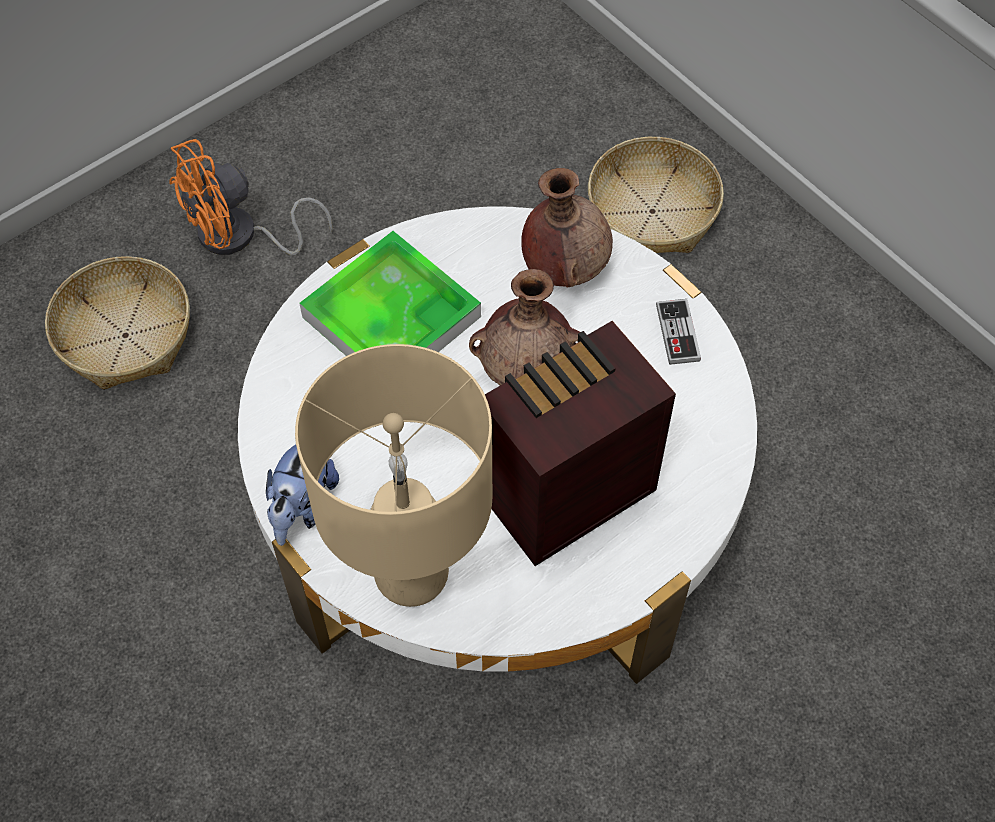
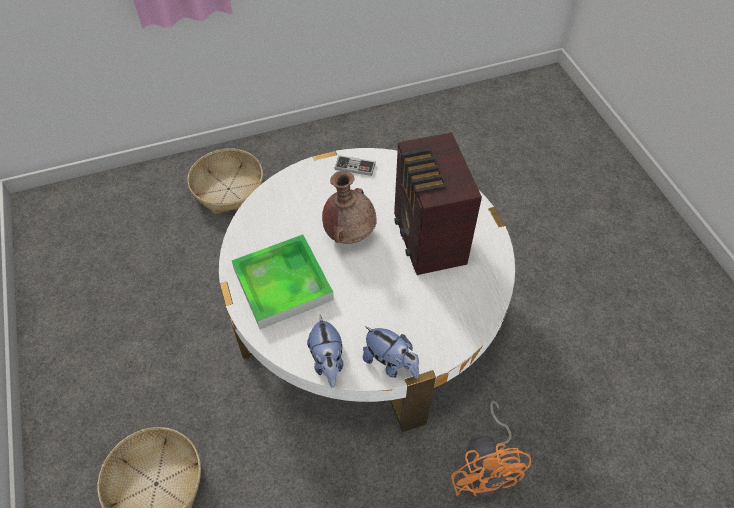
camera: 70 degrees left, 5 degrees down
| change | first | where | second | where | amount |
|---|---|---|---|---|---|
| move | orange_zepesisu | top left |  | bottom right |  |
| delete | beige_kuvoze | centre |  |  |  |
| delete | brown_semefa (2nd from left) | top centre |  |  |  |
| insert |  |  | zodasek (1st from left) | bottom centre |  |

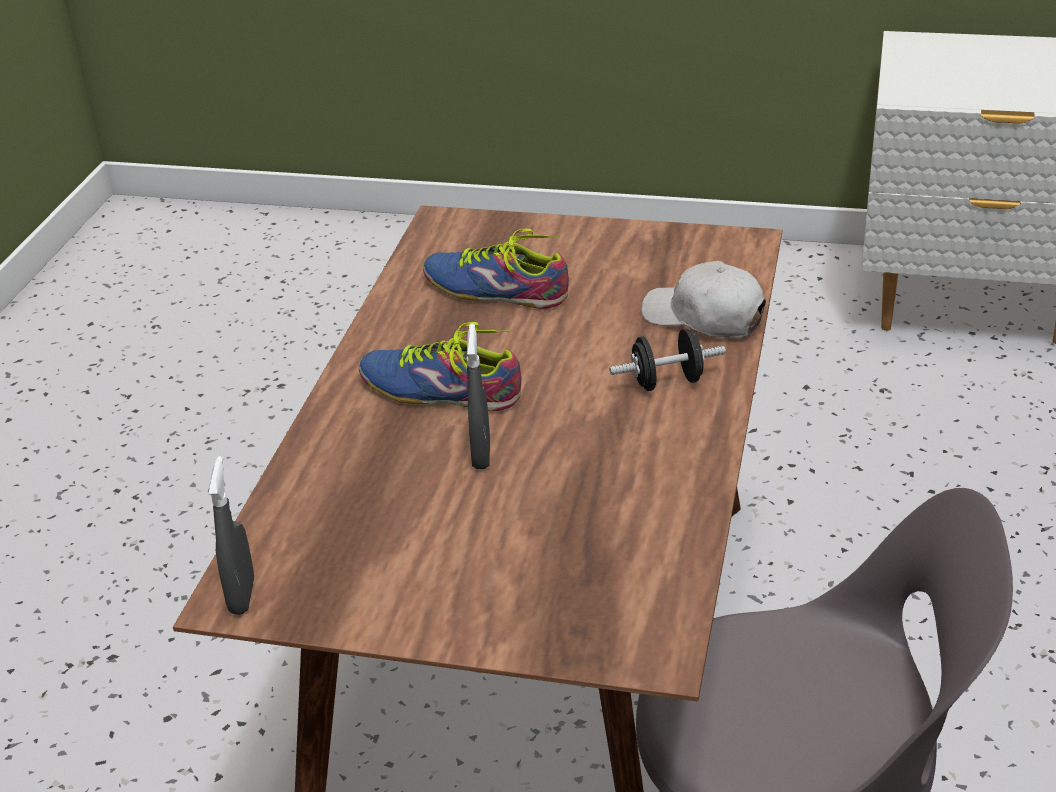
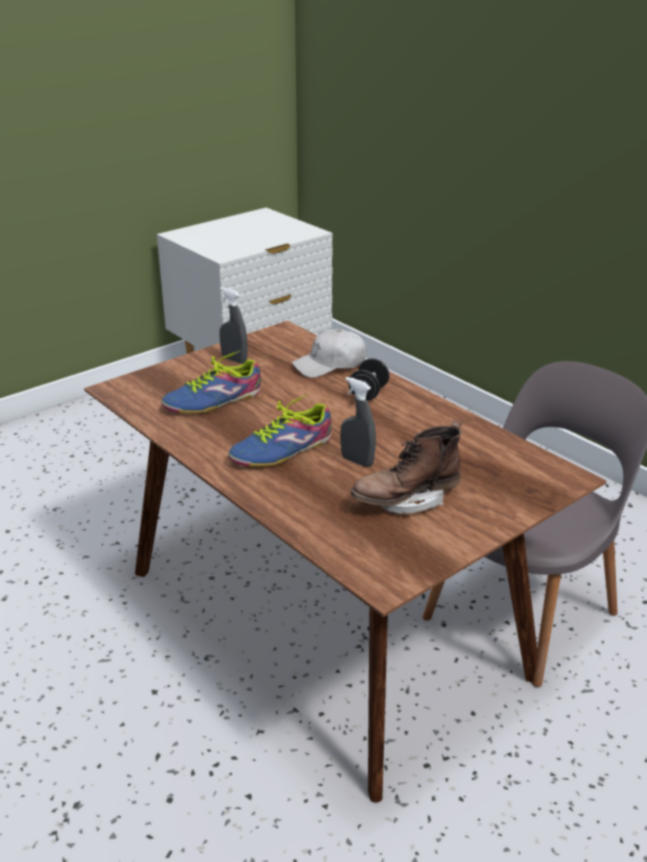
camera: 55 degrees left, 5 degrees down
| change | first | where | second | where | amount |
|---|---|---|---|---|---|
| move | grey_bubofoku (1st from left) | bottom left |  | centre |  |
| insert |  |  | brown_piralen | centre |  |

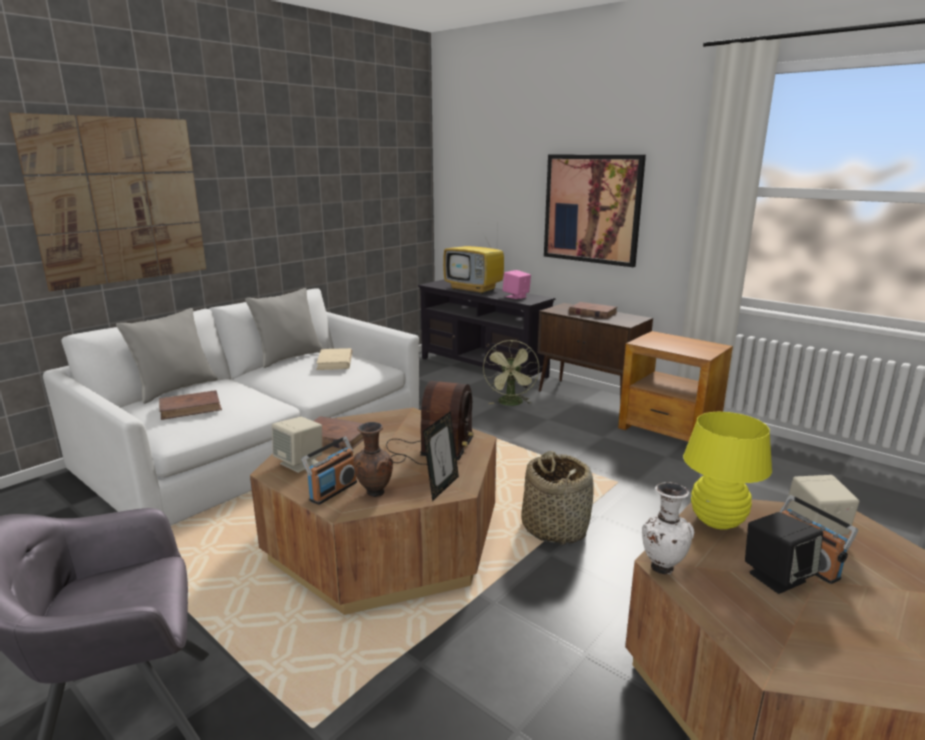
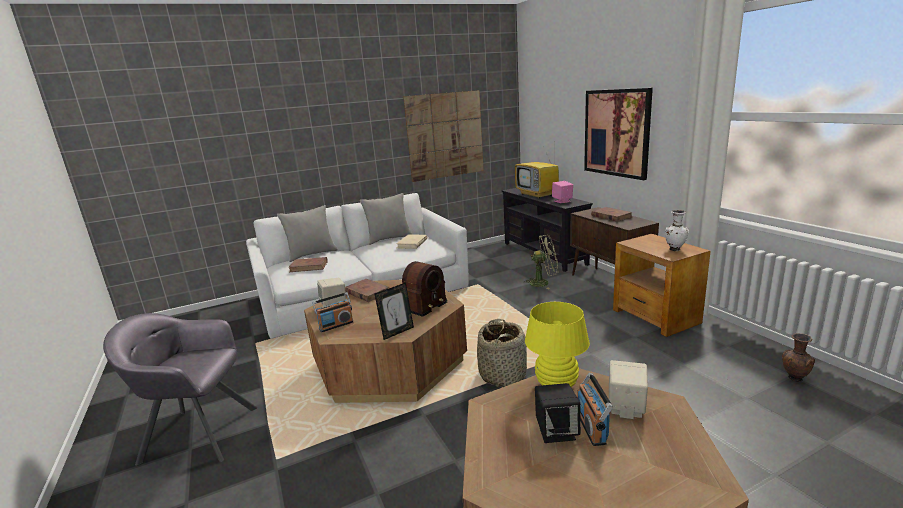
camera: 25 degrees right, 0 degrees up
| change | first | where | second | where | amount |
|---|---|---|---|---|---|
| move | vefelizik (1st from left) | top left |  | top centre |  |
| move | brown_semefa | centre |  | bottom right |  |
| rotate | green_zepesisu | centre |  | centre | 120 degrees counterclockwise |
| move | white_semefa | bottom right |  | middle right |  |

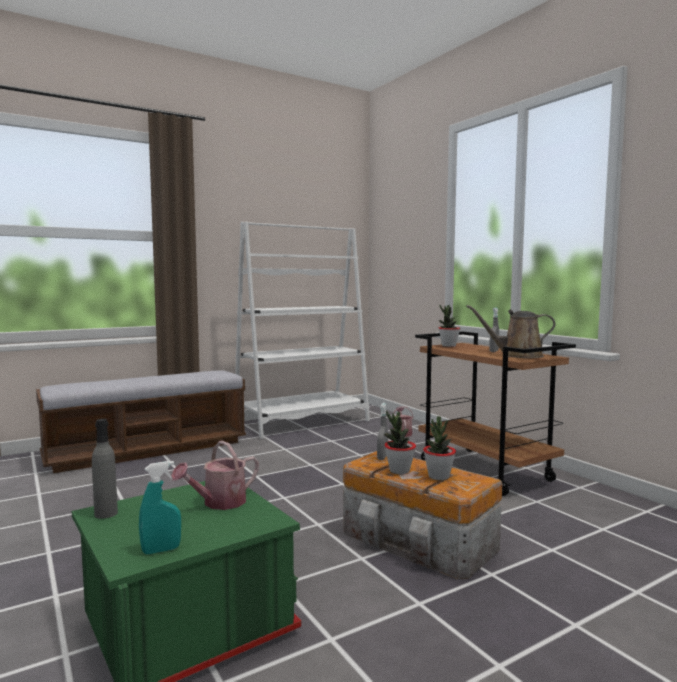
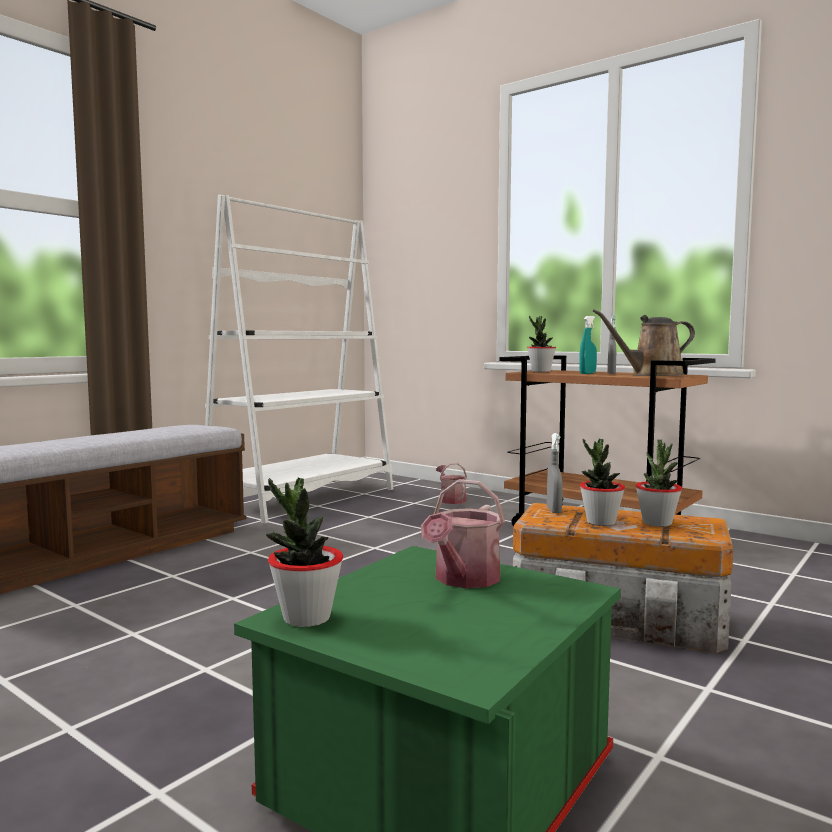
camera: 20 degrees left, 0 degrees up
| change | first | where | second | where | amount |
|---|---|---|---|---|---|
| replace | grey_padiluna | bottom left | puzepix (1st from left) | centre |  |
| move | turquoise_bubofoku | bottom left |  | middle right |  |

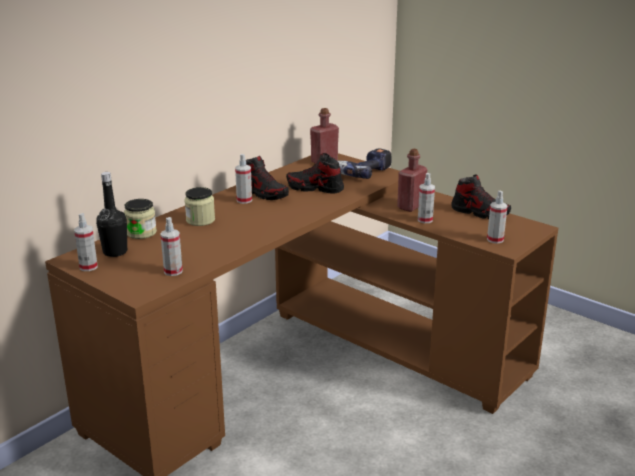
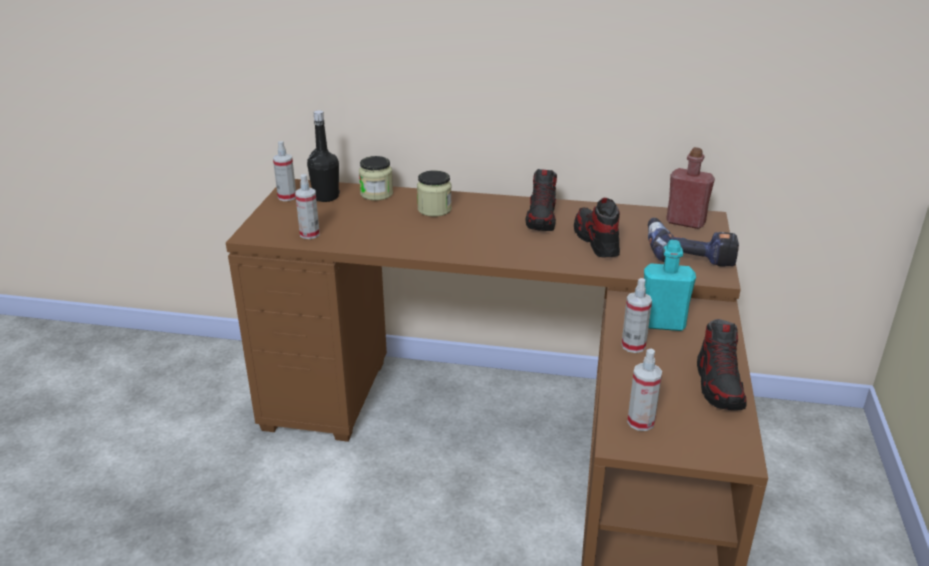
camera: 60 degrees right, 5 degrees up
| change | first | where | second | where | amount |
|---|---|---|---|---|---|
| delete | bubofoku (3rd from left) | centre |  |  |  |
| recolor | red_padiluna (2nd from left) | centre | turquoise_padiluna | middle right |  |

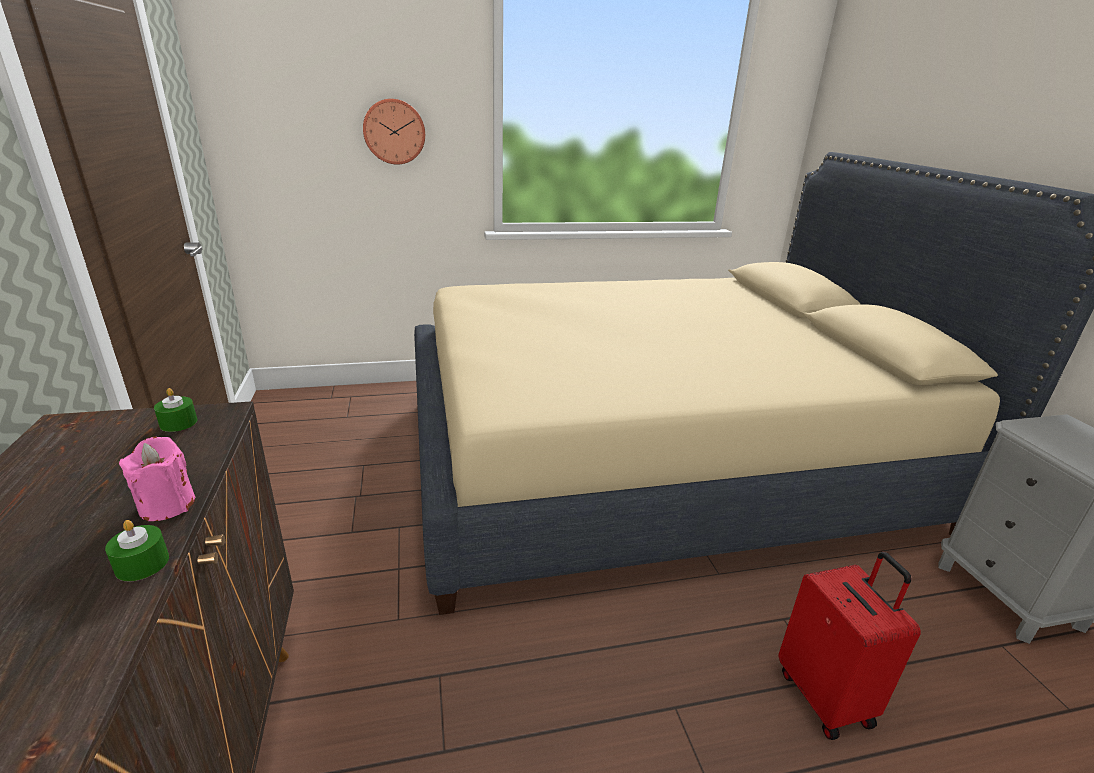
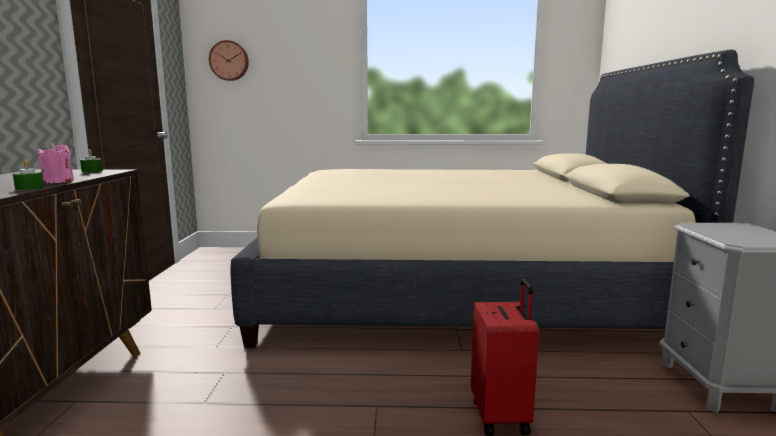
camera: 15 degrees right, 15 degrees down
| change | first | where | second | where | amount |
|---|---|---|---|---|---|
| move | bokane | top centre |  | top left |  |

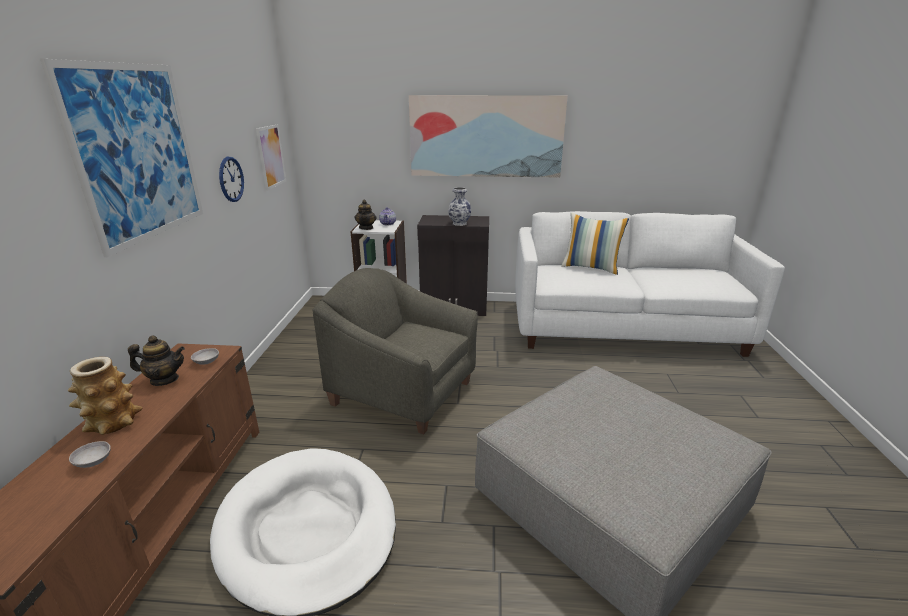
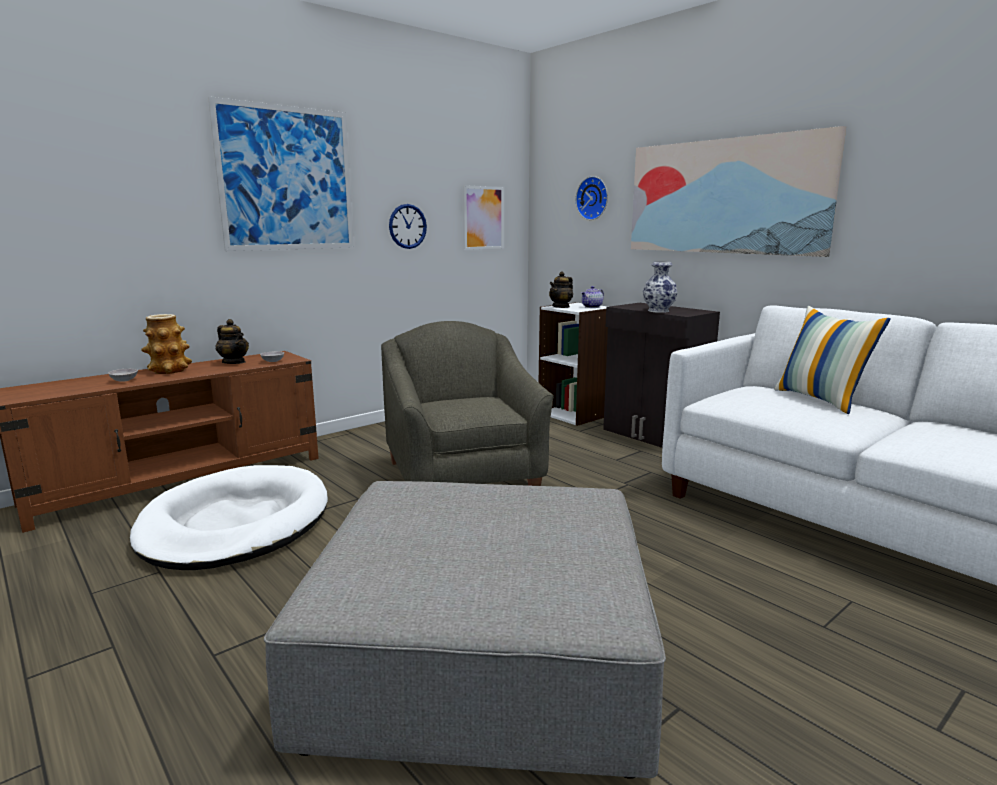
camera: 45 degrees right, 10 degrees down
| change | first | where | second | where | amount |
|---|---|---|---|---|---|
| insert |  |  | bokane (2nd from left) | top centre |  |

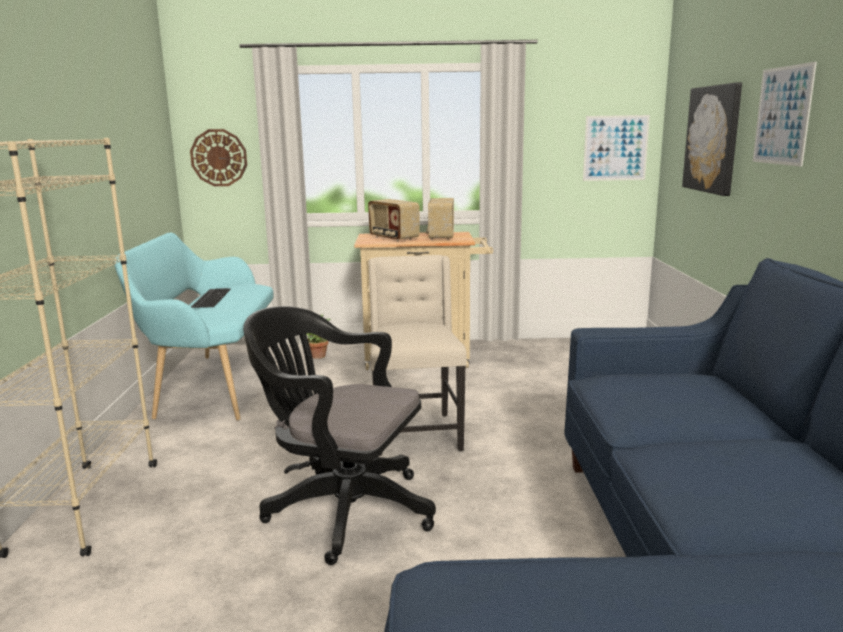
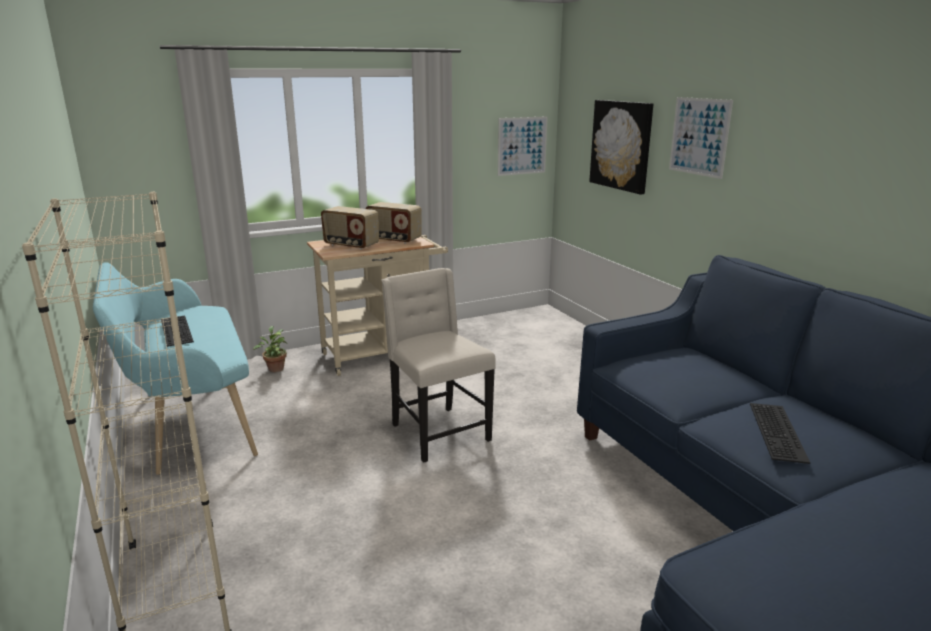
camera: 25 degrees left, 5 degrees up
| change | first | where | second | where | amount |
|---|---|---|---|---|---|
| delete | bokane | top left |  |  |  |
| delete | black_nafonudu | bottom centre |  |  |  |
| rotate | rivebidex (2nd from left) | centre |  | centre | 45 degrees counterclockwise |
| insert |  |  | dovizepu (2nd from left) | bottom right |  |

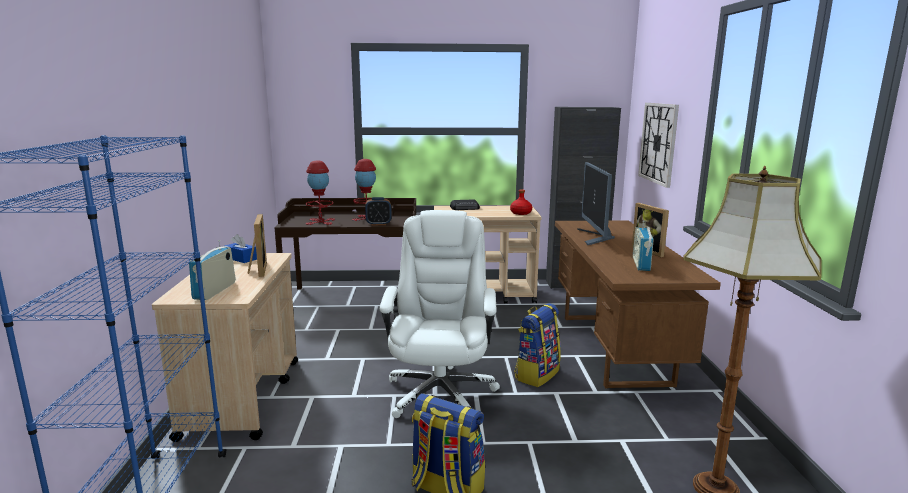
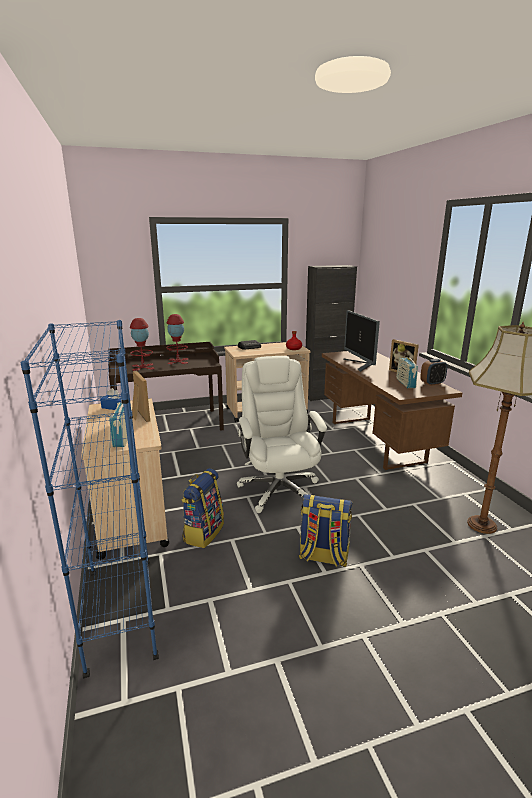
camera: 15 degrees left, 5 degrees up
| change | first | where | second | where | amount |
|---|---|---|---|---|---|
| move | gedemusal | centre |  | middle right |  |
| move | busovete (2nd from left in the first image) | bottom centre | busovete (1st from left) | centre |  |
| delete | bokane | top right |  |  |  |

